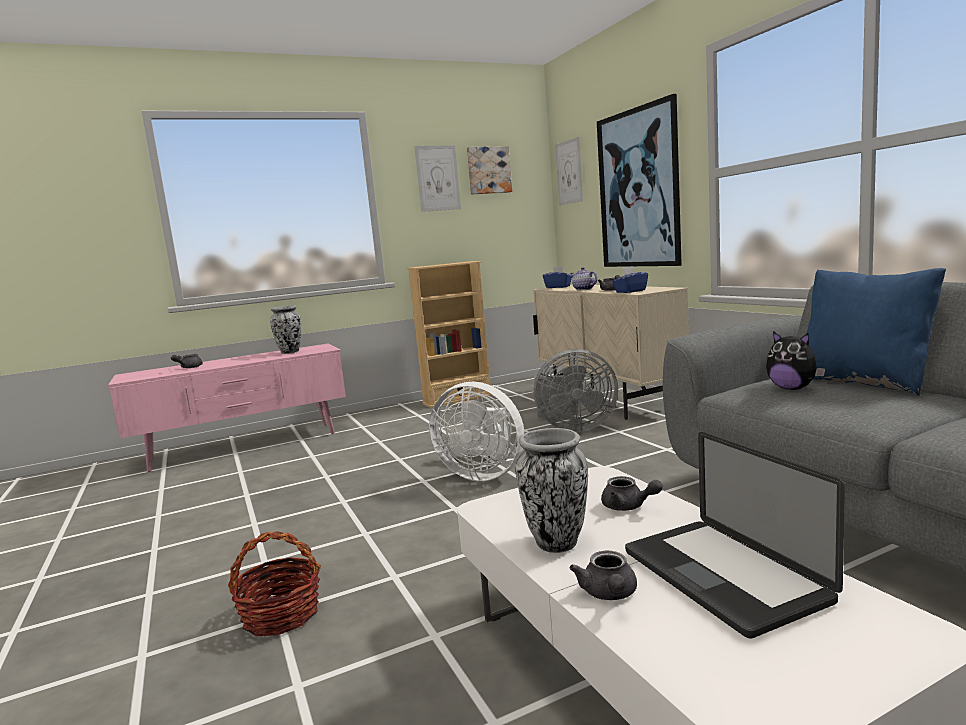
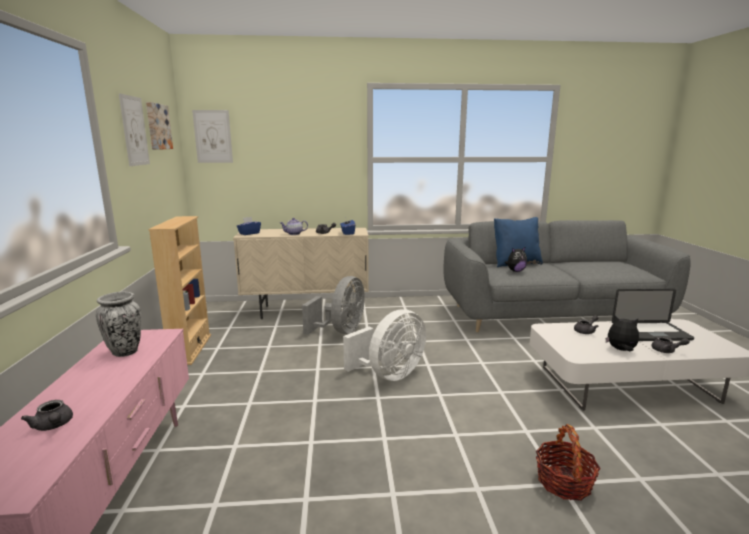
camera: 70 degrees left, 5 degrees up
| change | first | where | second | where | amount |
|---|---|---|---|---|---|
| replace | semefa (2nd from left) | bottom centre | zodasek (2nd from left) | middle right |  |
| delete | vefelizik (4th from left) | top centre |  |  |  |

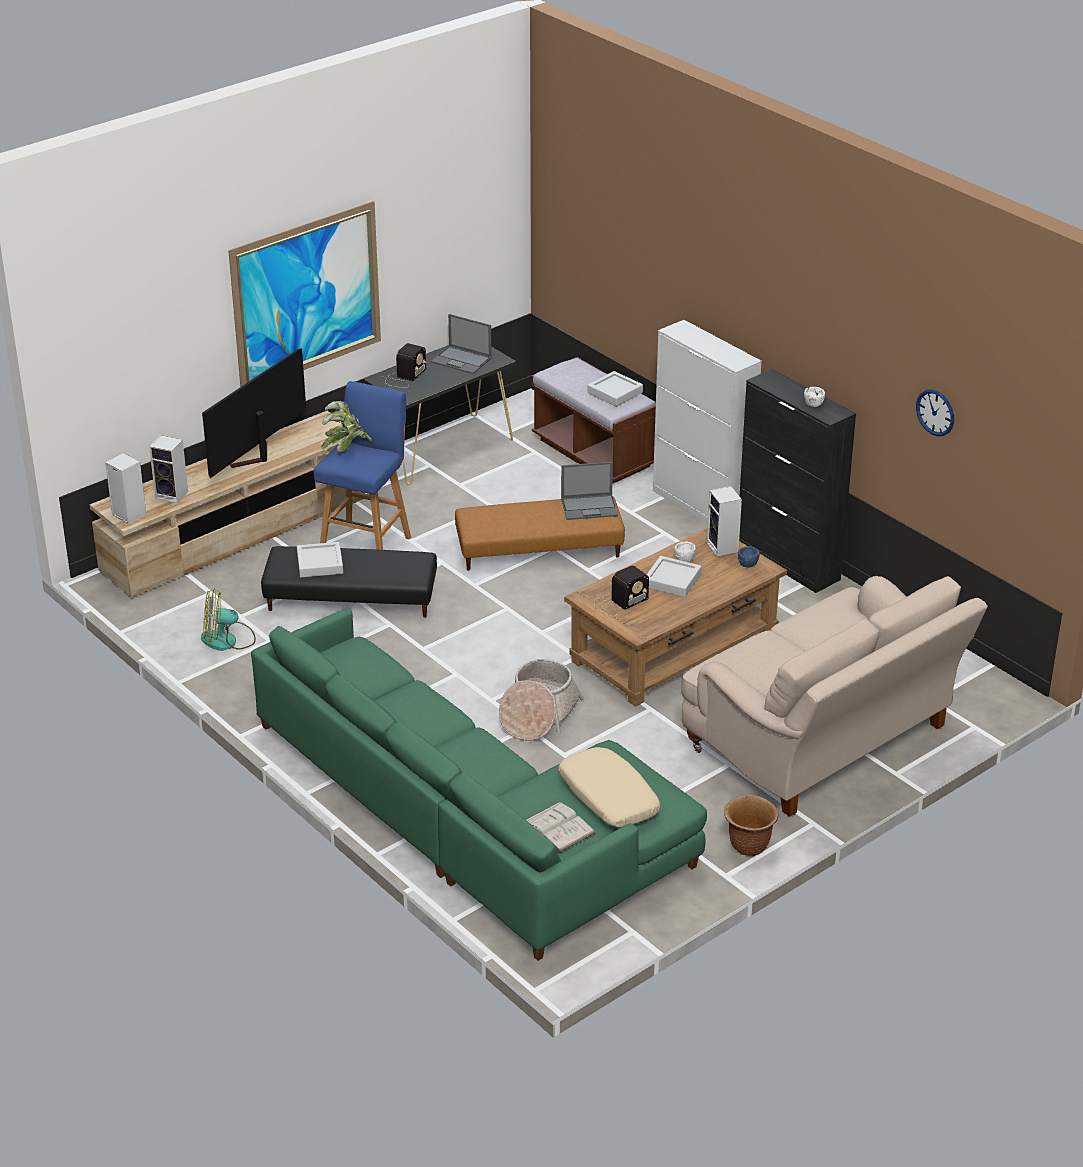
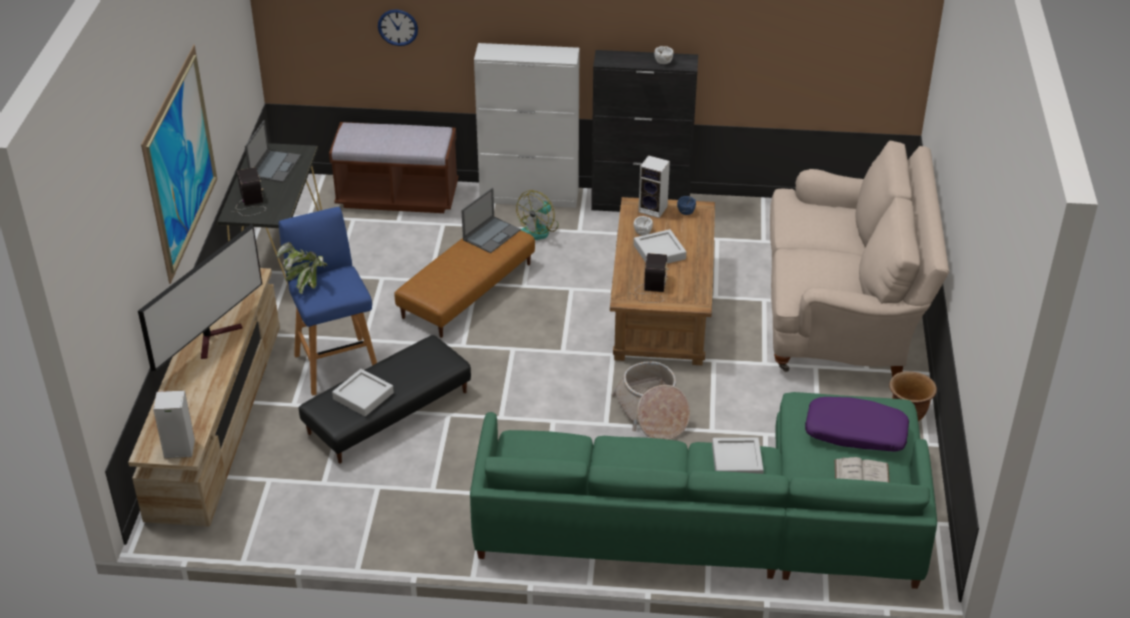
camera: 45 degrees left, 5 degrees up
| change | first | where | second | where | amount |
|---|---|---|---|---|---|
| delete | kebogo (2nd from left) | middle left |  |  |  |
| move | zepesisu | middle left |  | centre |  |
| rotate | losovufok | middle left |  | middle left | 135 degrees counterclockwise |
| rotate | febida (1st from left) | top centre |  | top left | 60 degrees counterclockwise |
| recolor | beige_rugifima | bottom centre | purple_rugifima | bottom right |  |
| move | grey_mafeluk (2nd from left in the first image) | centre | grey_mafeluk (3rd from left) | bottom centre |  |
| move | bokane | middle right |  | top centre |  |

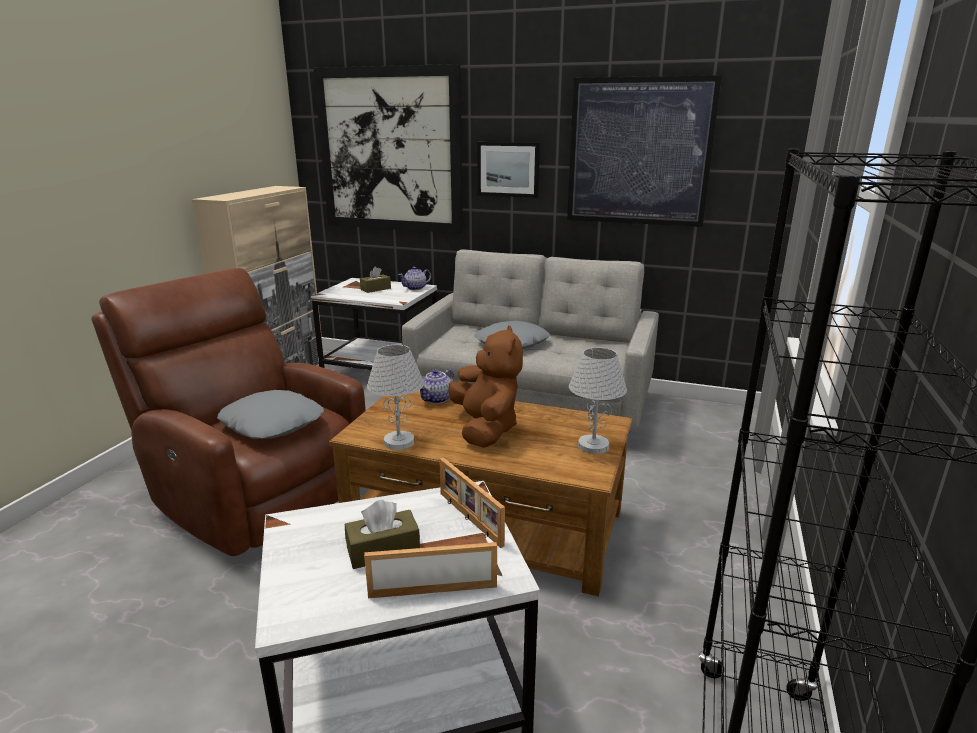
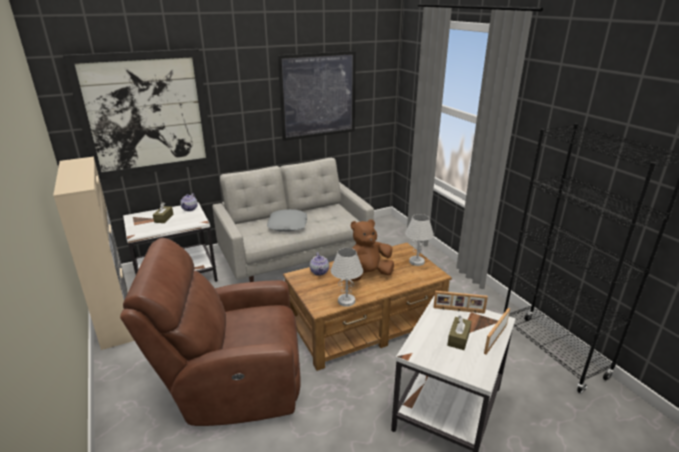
camera: 45 degrees left, 5 degrees up
| change | first | where | second | where | amount |
|---|---|---|---|---|---|
| delete | grey_rugifima (1st from left) | middle left |  |  |  |
| rotate | brown_zodasek | centre |  | centre | 60 degrees counterclockwise |
| delete | vefelizik (2nd from left) | top centre |  |  |  |

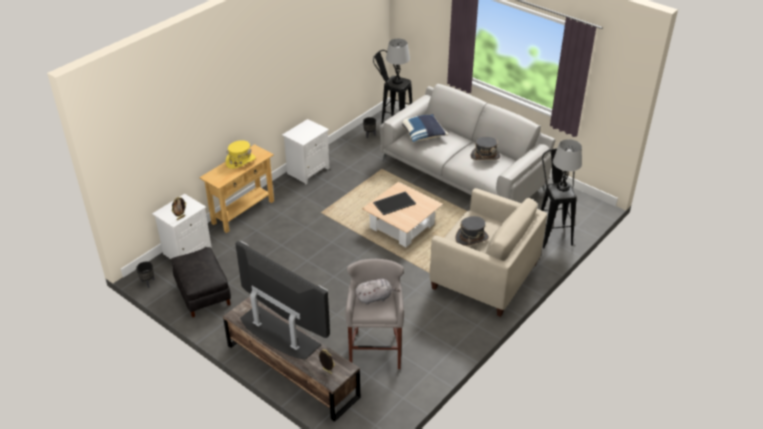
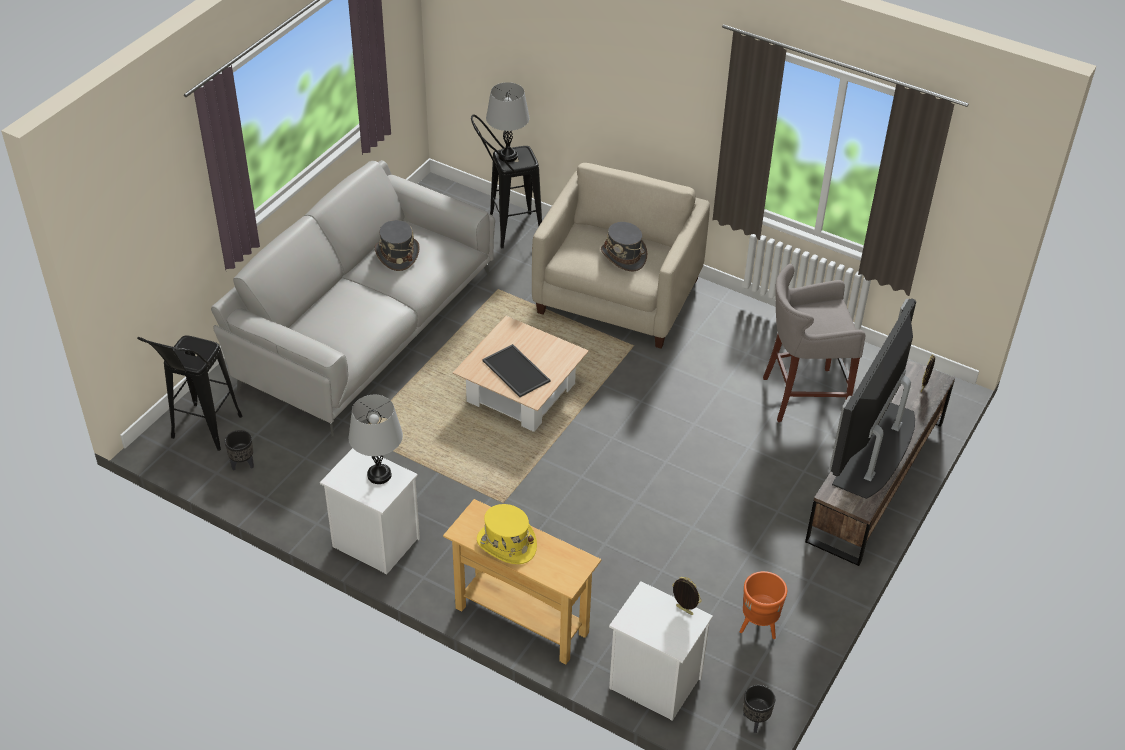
camera: 100 degrees left, 5 degrees up
| change | first | where | second | where | amount |
|---|---|---|---|---|---|
| replace | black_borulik | middle left | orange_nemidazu | bottom right |  |
| delete | grey_zodasek | bottom centre |  |  |  |
| move | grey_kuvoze (1st from left) | top centre |  | centre |  |
| delete | blue_rugifima | top centre |  |  |  |

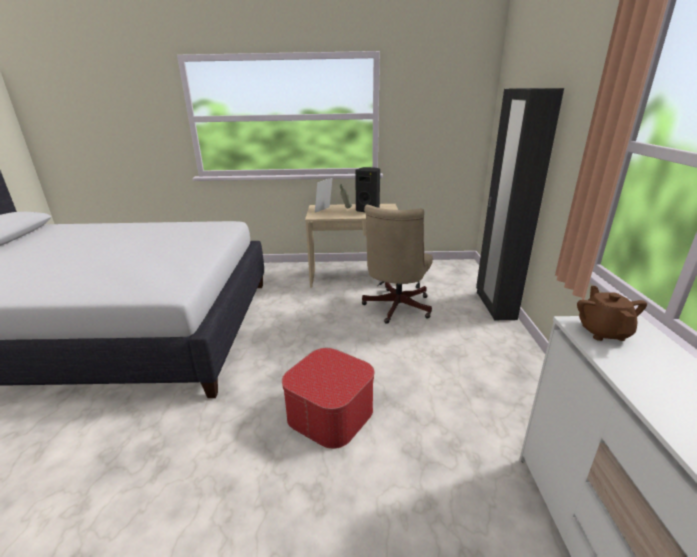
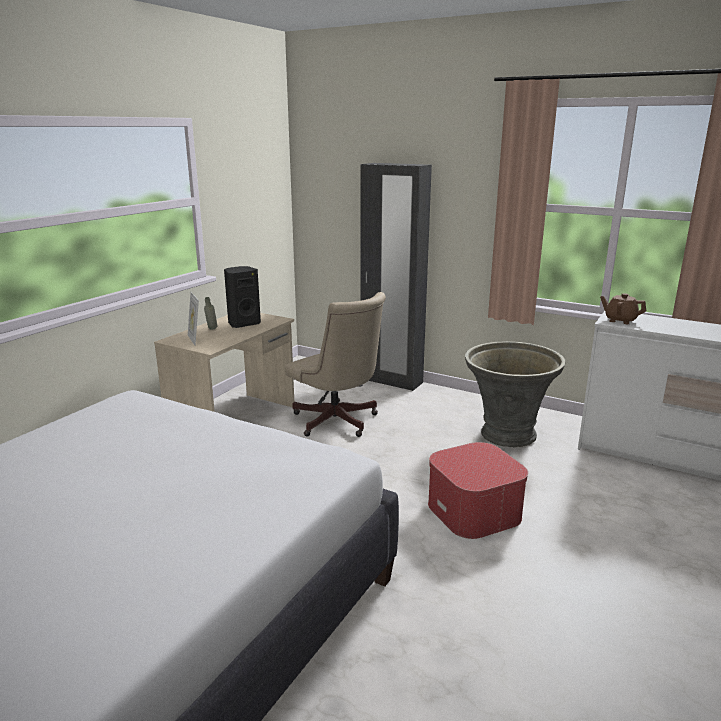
camera: 60 degrees left, 5 degrees down
| change | first | where | second | where | amount |
|---|---|---|---|---|---|
| insert |  |  | grey_nemidazu | middle right |  |

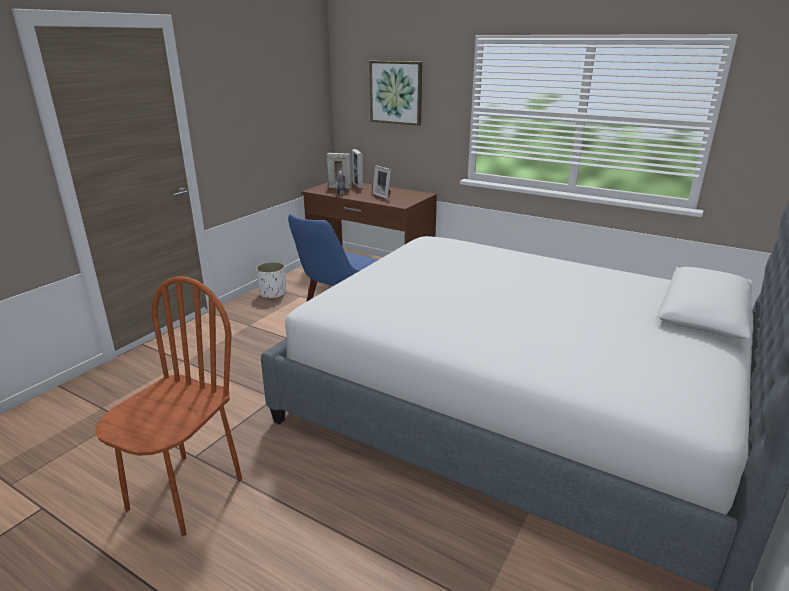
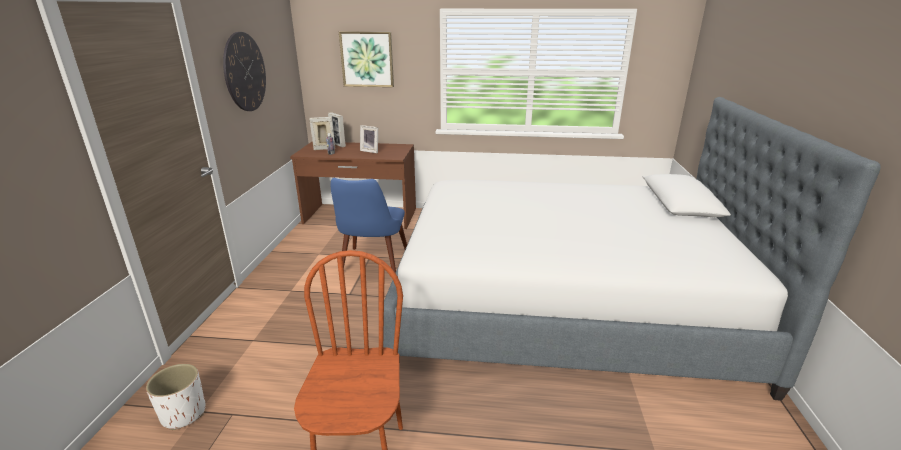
camera: 25 degrees left, 0 degrees up
| change | first | where | second | where | amount |
|---|---|---|---|---|---|
| move | white_nemidazu | centre |  | bottom left |  |
| insert |  |  | bokane | top left |  |

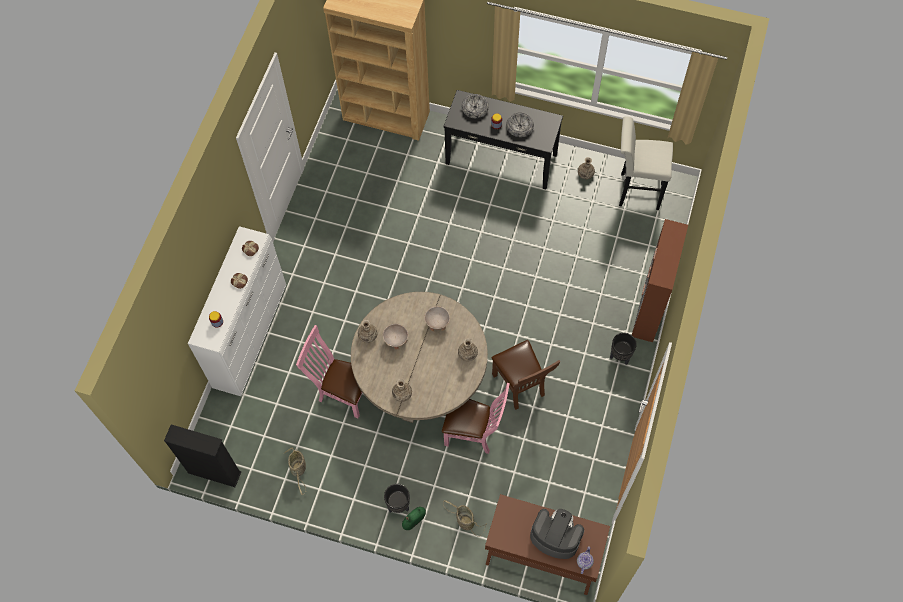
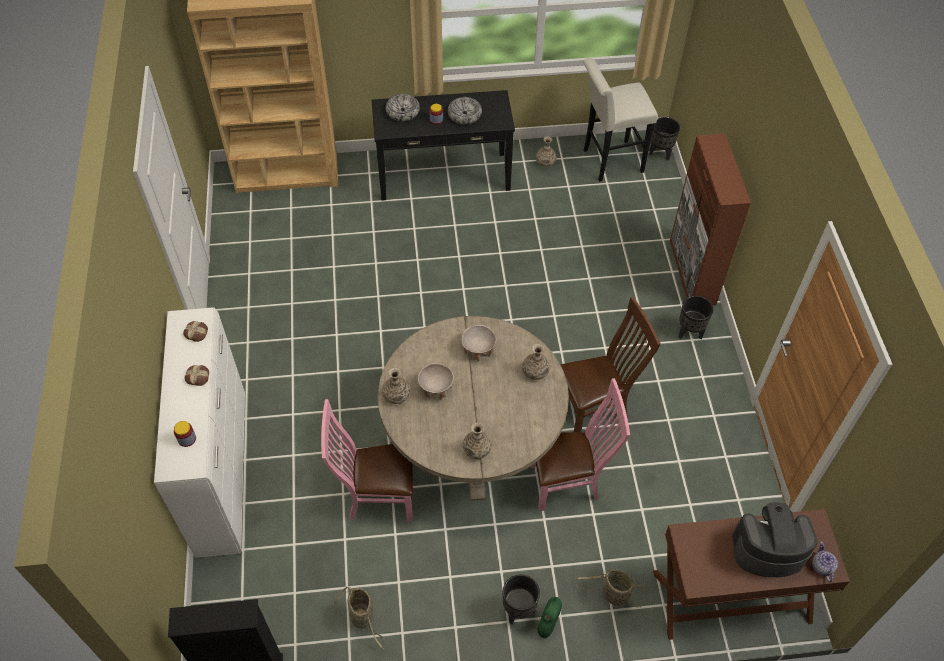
camera: 25 degrees left, 10 degrees down
| change | first | where | second | where | amount |
|---|---|---|---|---|---|
| rotate | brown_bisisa | centre |  | centre | 60 degrees counterclockwise |
| insert |  |  | black_nemidazu (2nd from left) | top right |  |

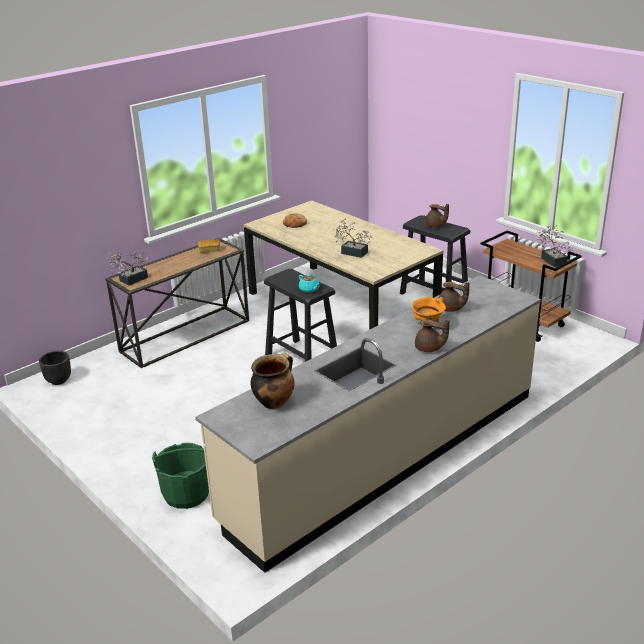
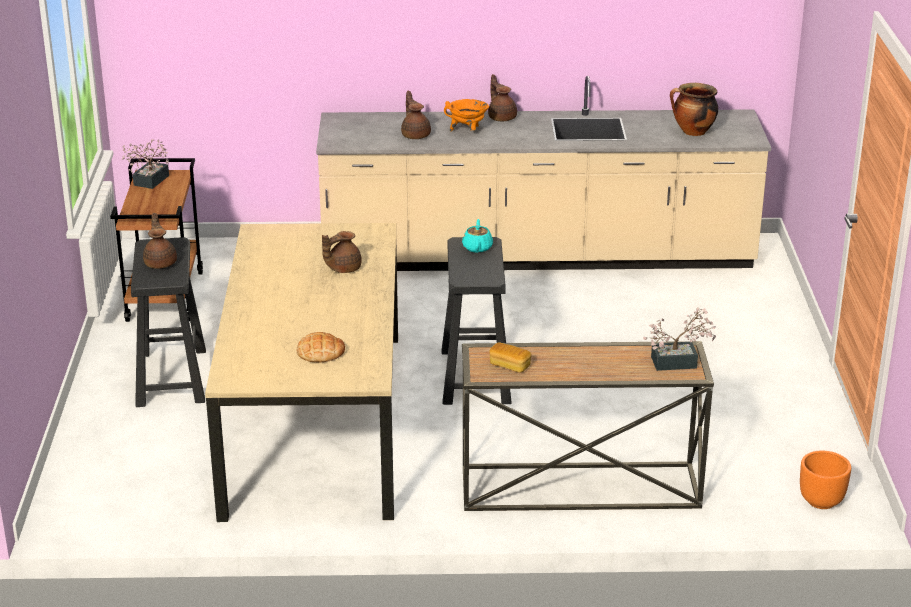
camera: 140 degrees left, 0 degrees up
| change | first | where | second | where | amount |
|---|---|---|---|---|---|
| recolor | black_nemidazu | middle left | orange_nemidazu | bottom right |  |
| delete | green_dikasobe | bottom left |  |  |  |
| replace | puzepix (2nd from left) | centre | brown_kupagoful (2nd from left) | centre |  |

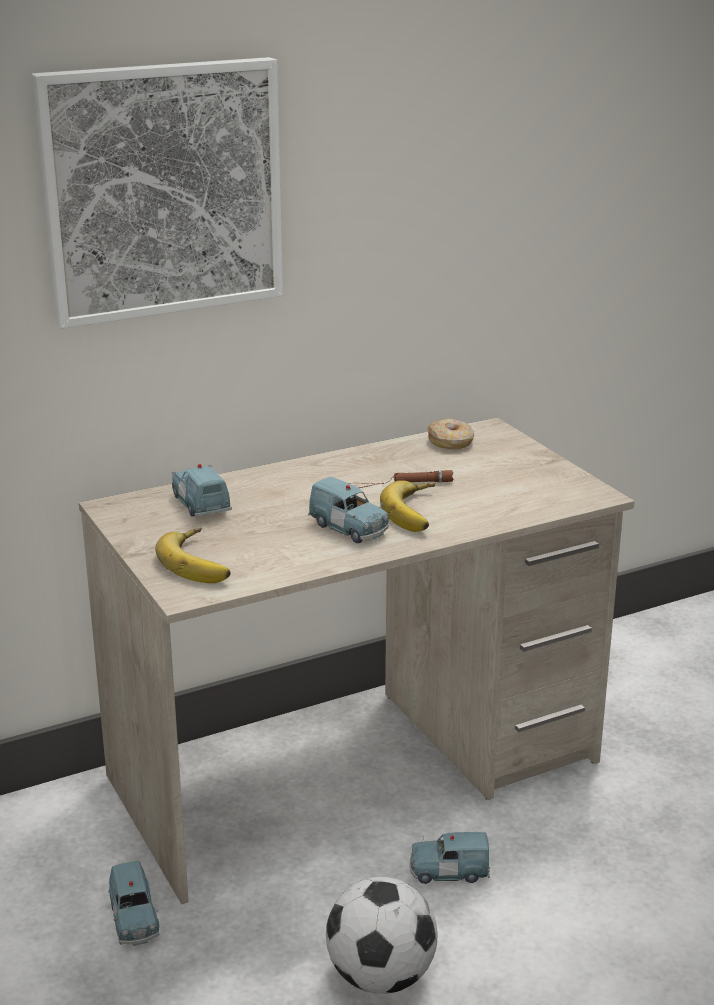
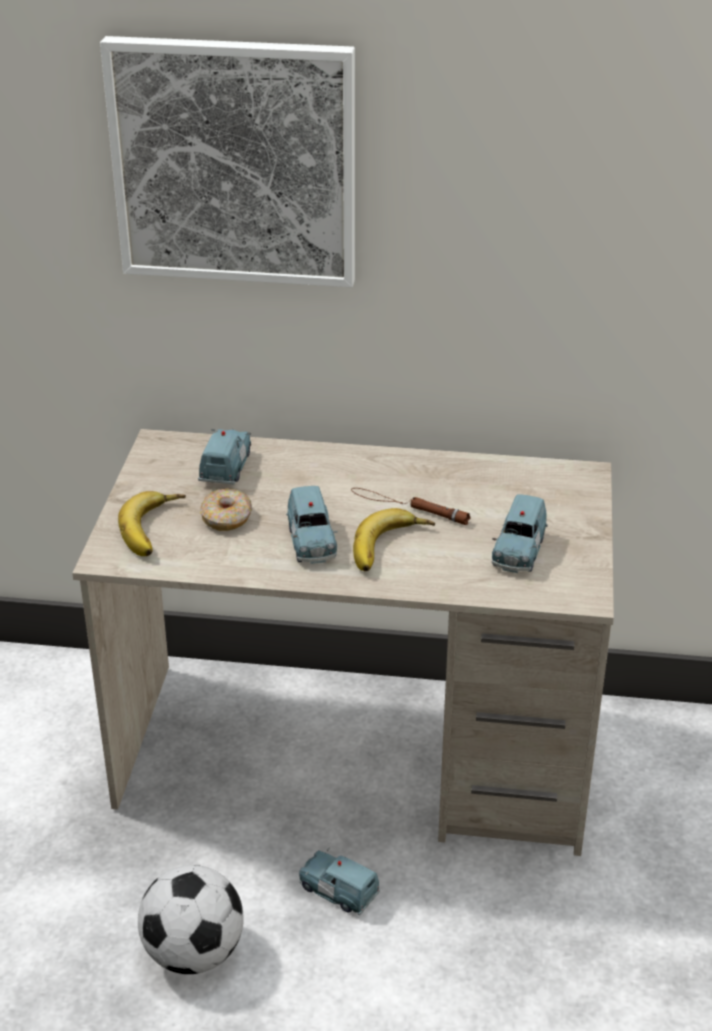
camera: 35 degrees right, 10 degrees up
| change | first | where | second | where | amount |
|---|---|---|---|---|---|
| move | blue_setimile (1st from left in the first image) | bottom left | blue_setimile (4th from left) | middle right |  |
| move | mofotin | centre |  | middle left |  |

